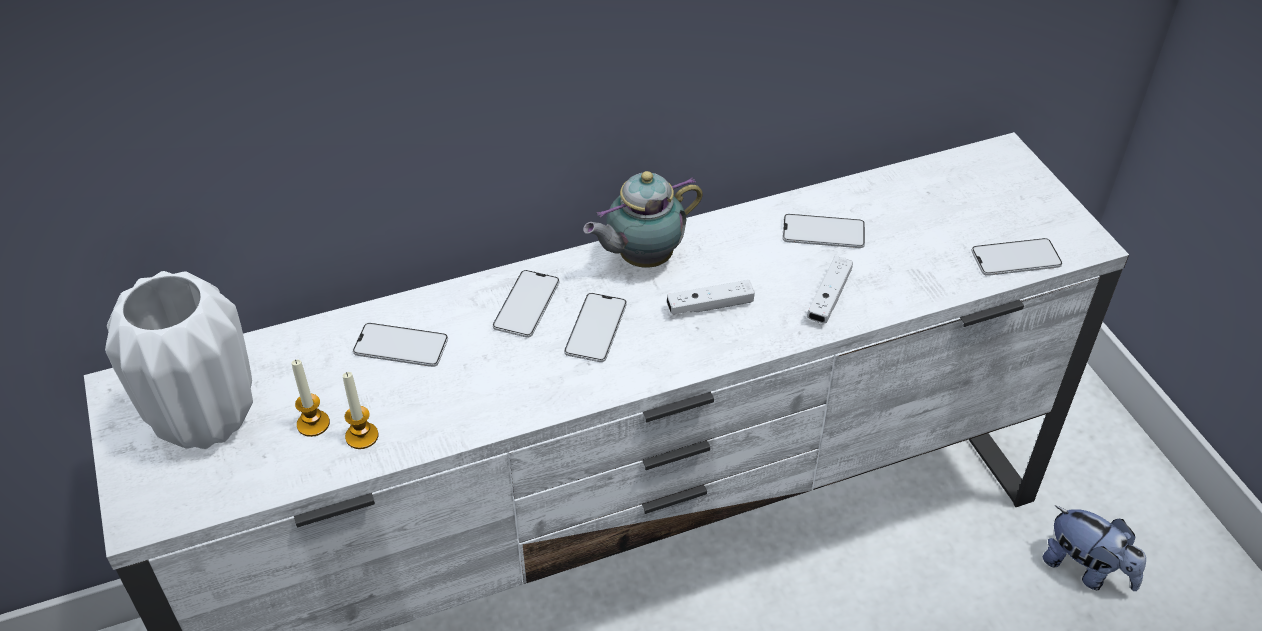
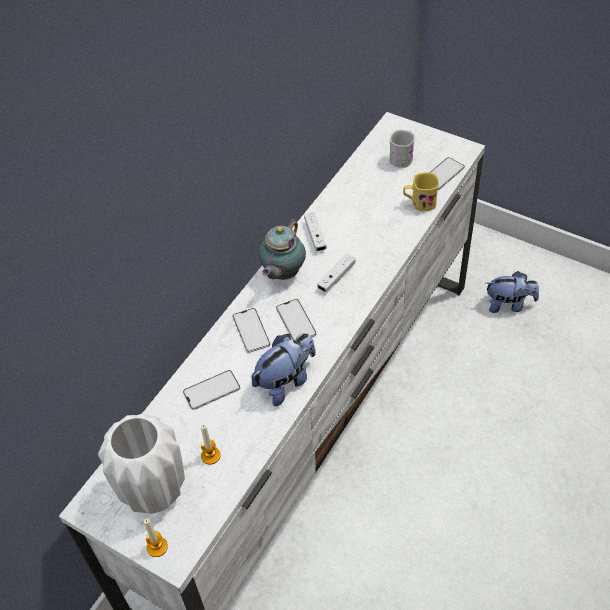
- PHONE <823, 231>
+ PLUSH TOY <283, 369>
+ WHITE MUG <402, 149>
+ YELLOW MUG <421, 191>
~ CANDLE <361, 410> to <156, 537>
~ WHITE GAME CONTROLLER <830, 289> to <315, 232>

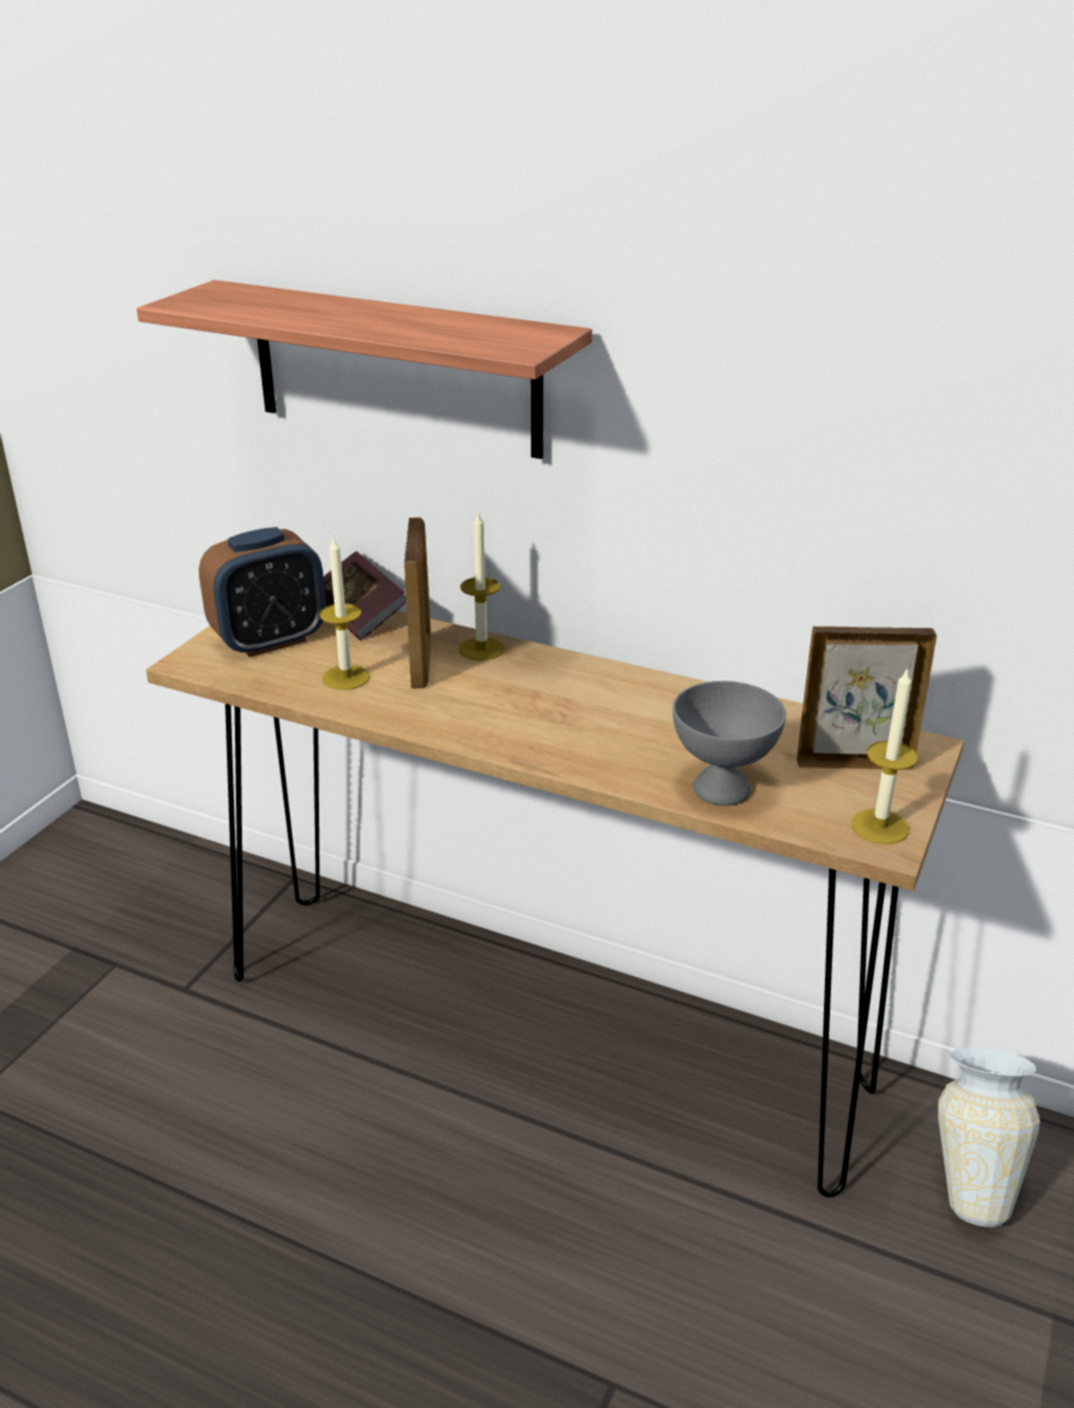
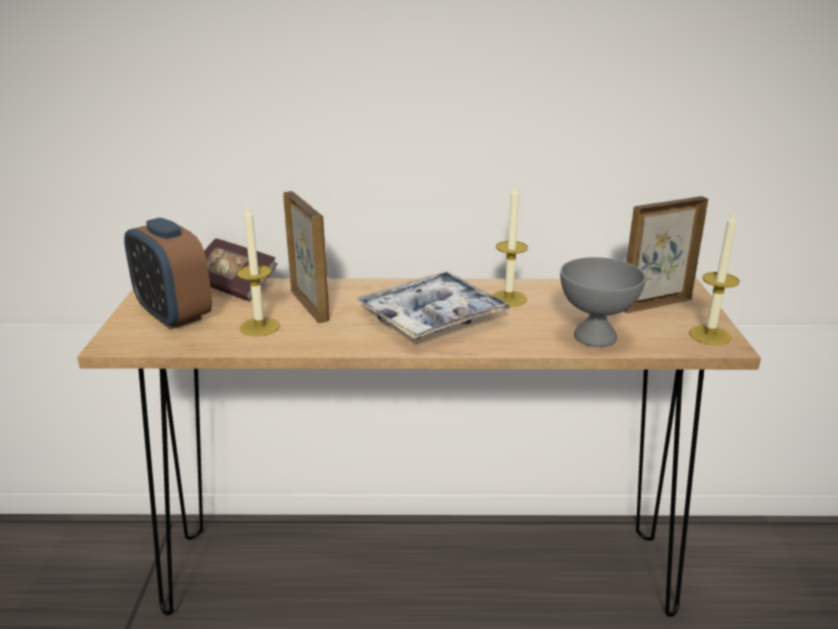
- SHELF <364, 369>
- VASE <989, 1137>
+ TRAY <434, 305>
~ CANDLE <482, 586> to <510, 245>
~ ALARM CLOCK <262, 592> = <168, 273> 105 degrees clockwise

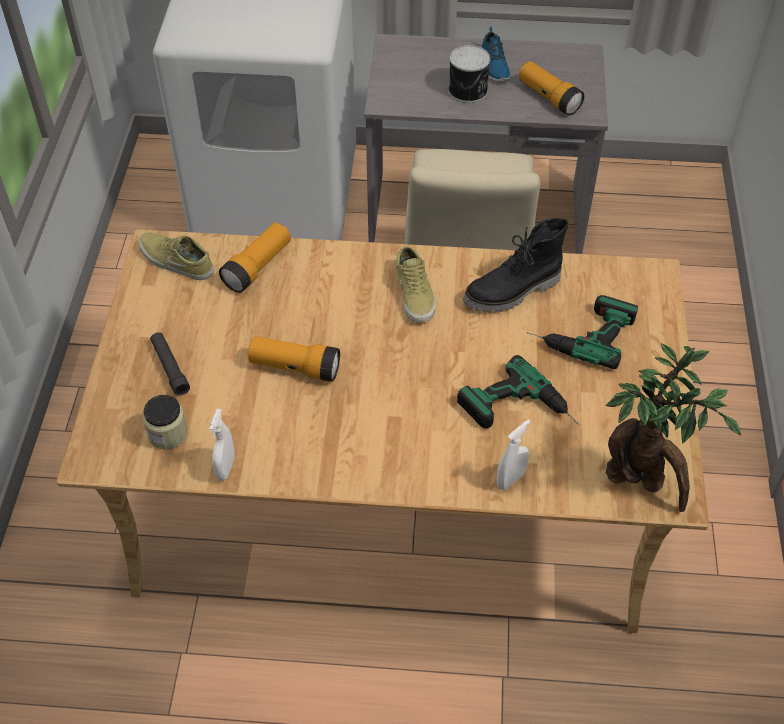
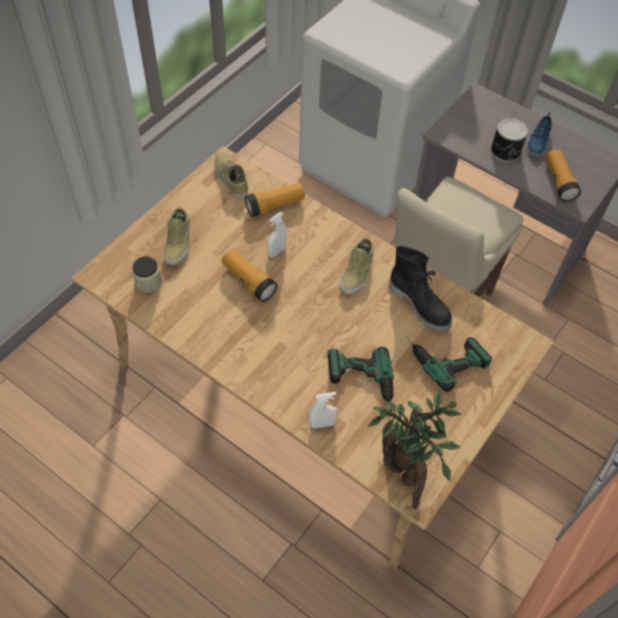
~ WHITE SPRAY BOTTLE <222, 445> to <277, 234>
~ BLACK FLASHLIGHT <170, 364> to BEIGE SHOE <176, 236>
~ BLACK BOOT <516, 265> = <420, 289> 135 degrees counterclockwise

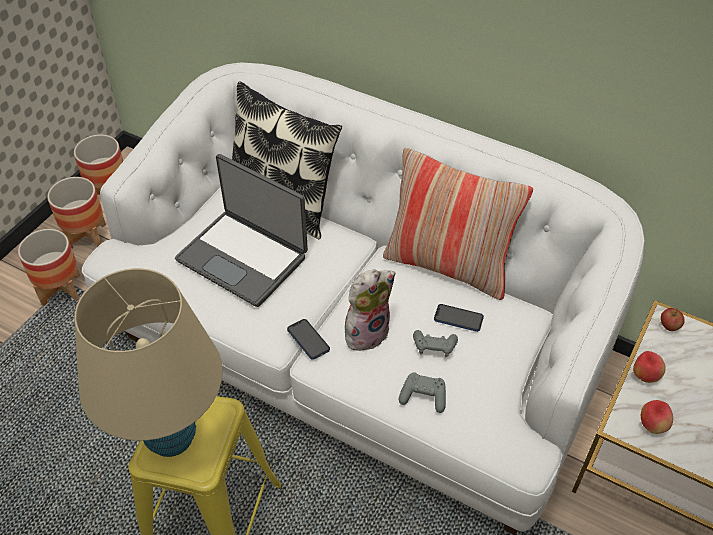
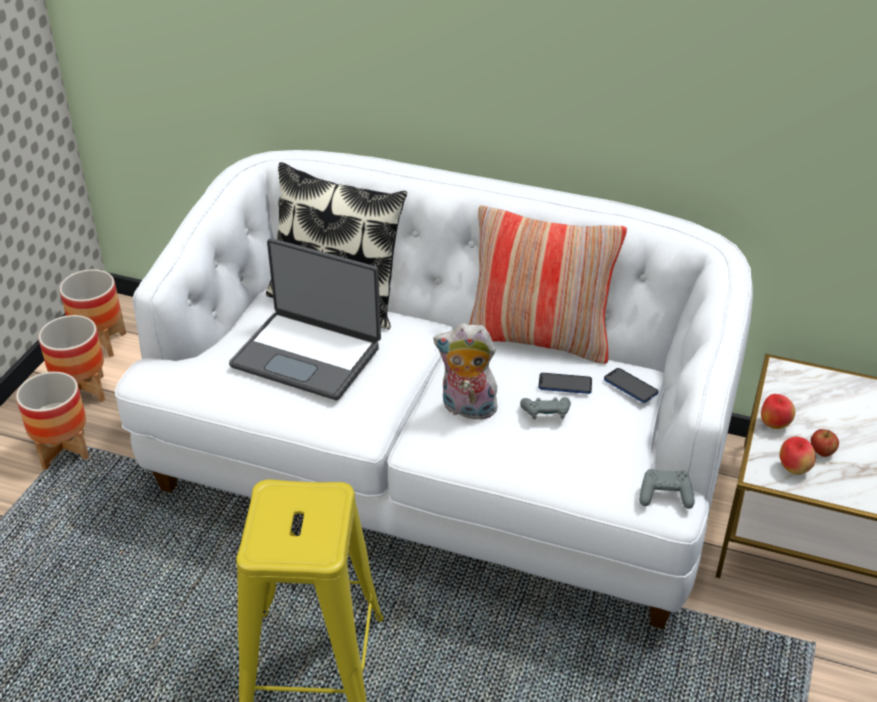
- BEIGE TABLE LAMP <148, 362>
~ PHONE <308, 339> to <631, 385>
~ GREY GAME CONTROLLER <422, 392> to <667, 489>
~ APPLE <673, 319> to <825, 443>
~ PLUSH TOY <370, 311> = <467, 373> 120 degrees counterclockwise

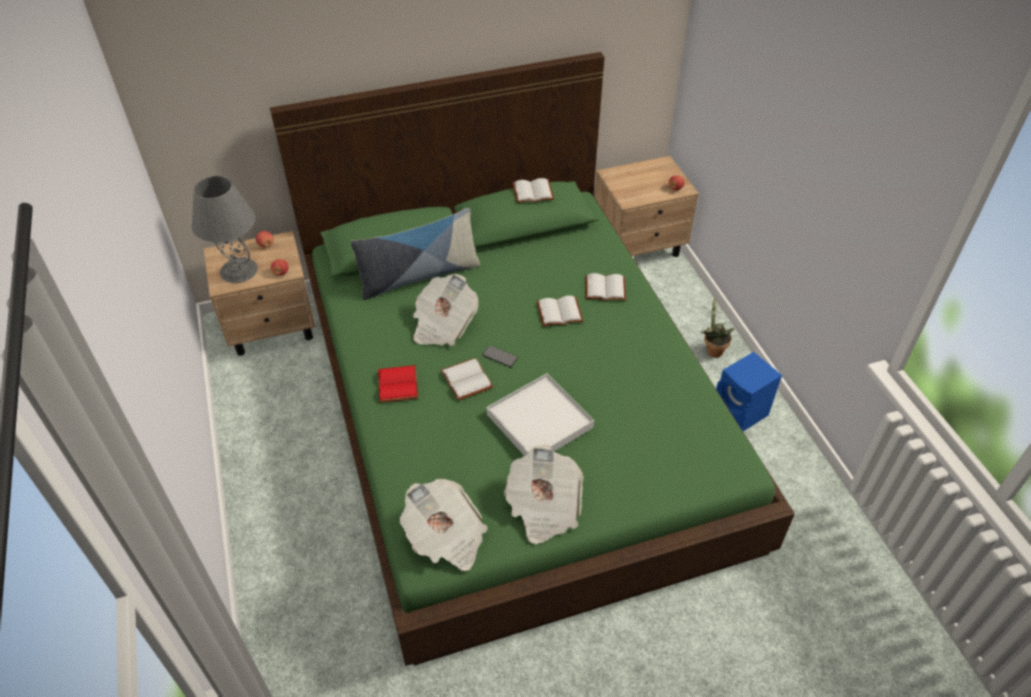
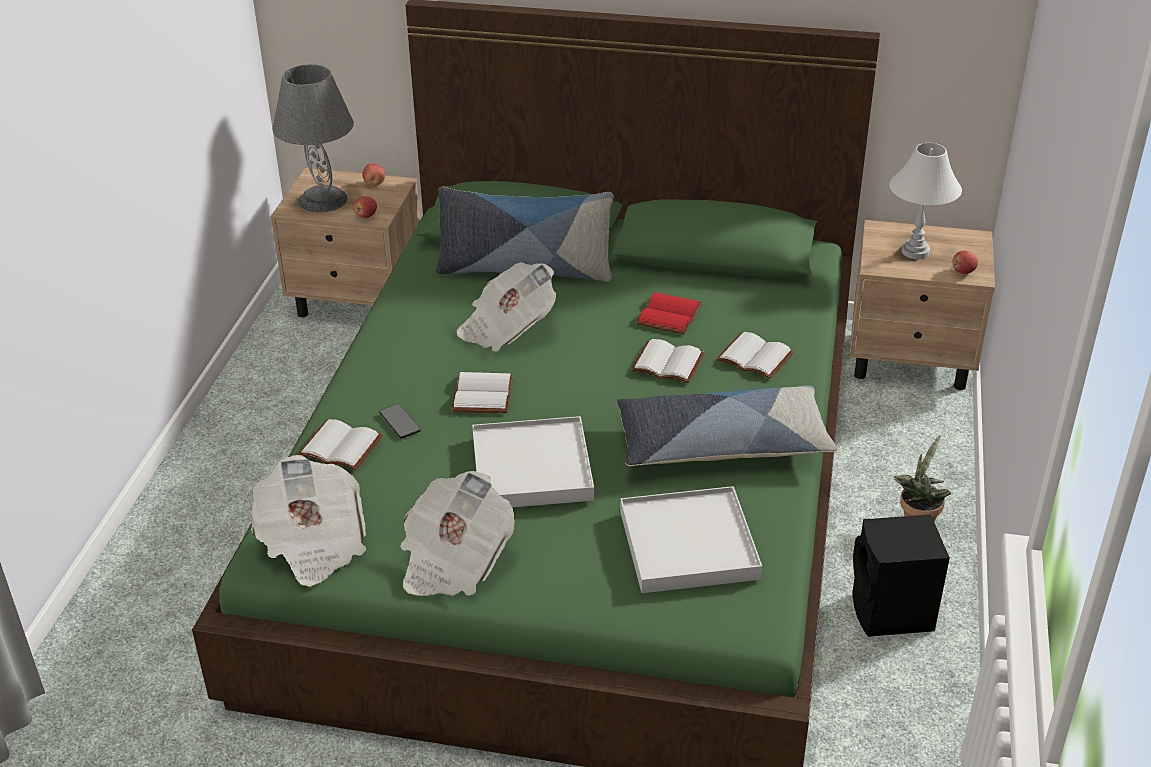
+ PILLOW <727, 425>
+ WHITE TRAY <691, 539>
+ WHITE TABLE LAMP <925, 201>
~ RED BOOK <398, 384> to <669, 313>
~ PHONE <500, 356> to <400, 421>
~ WHITE BOOK <533, 190> to <340, 444>
~ BLUE SPEAKER <749, 391> to BLACK SPEAKER <901, 575>

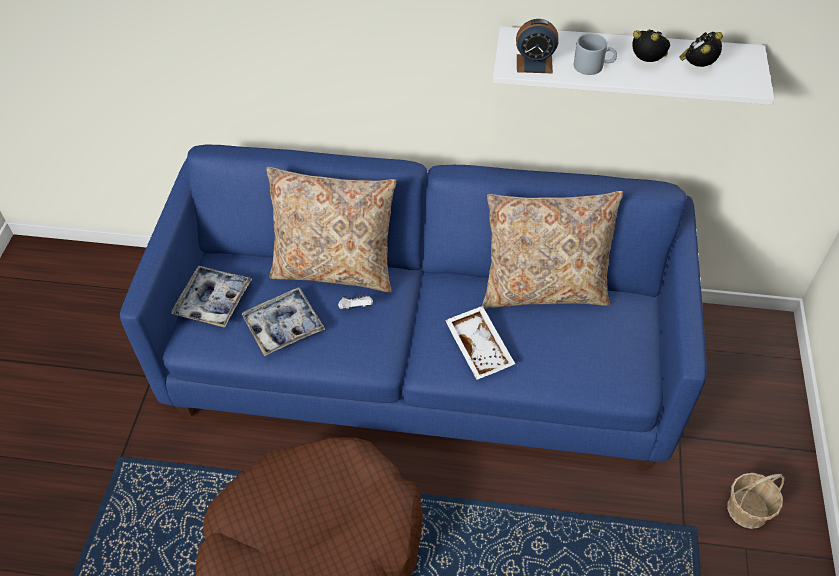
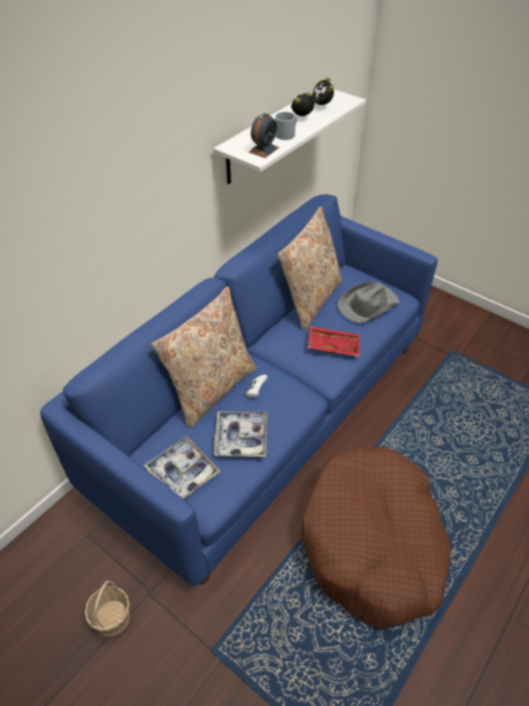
+ GREY HAT <368, 302>
~ BASKET <755, 501> to <107, 608>
~ WHITE TRAY <480, 343> to RED TRAY <334, 341>

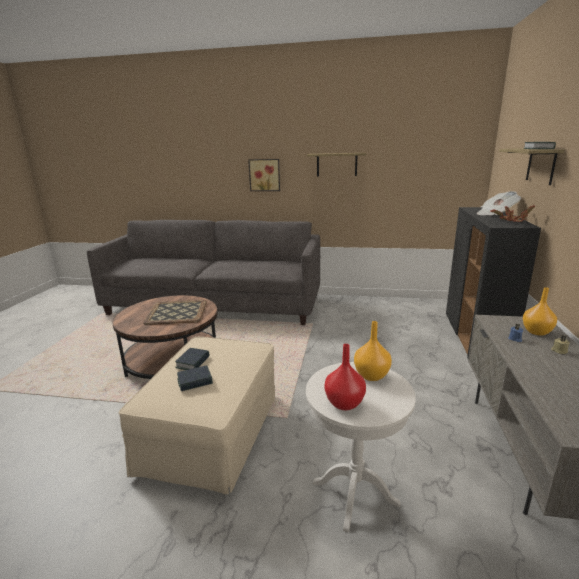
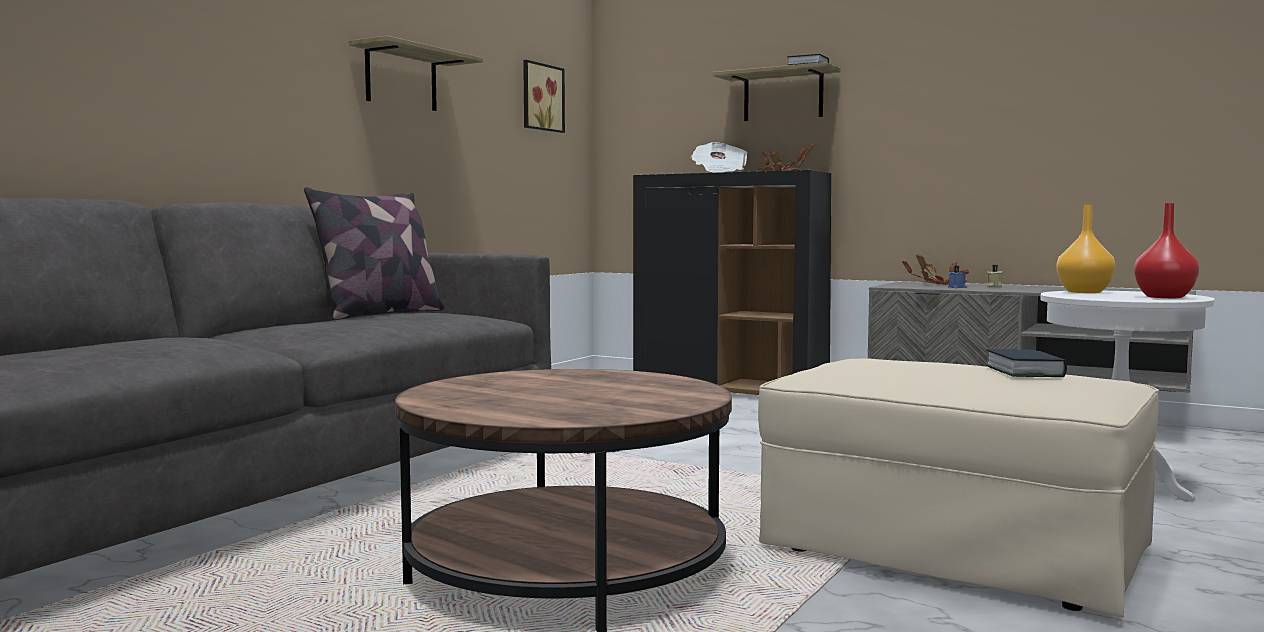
- TRAY <175, 312>
- BOOK <192, 359>
+ PILLOW <374, 253>
~ PICTURE <264, 175> to <544, 96>
~ ORANGE VASE <540, 311> to POTTED PLANT <936, 270>

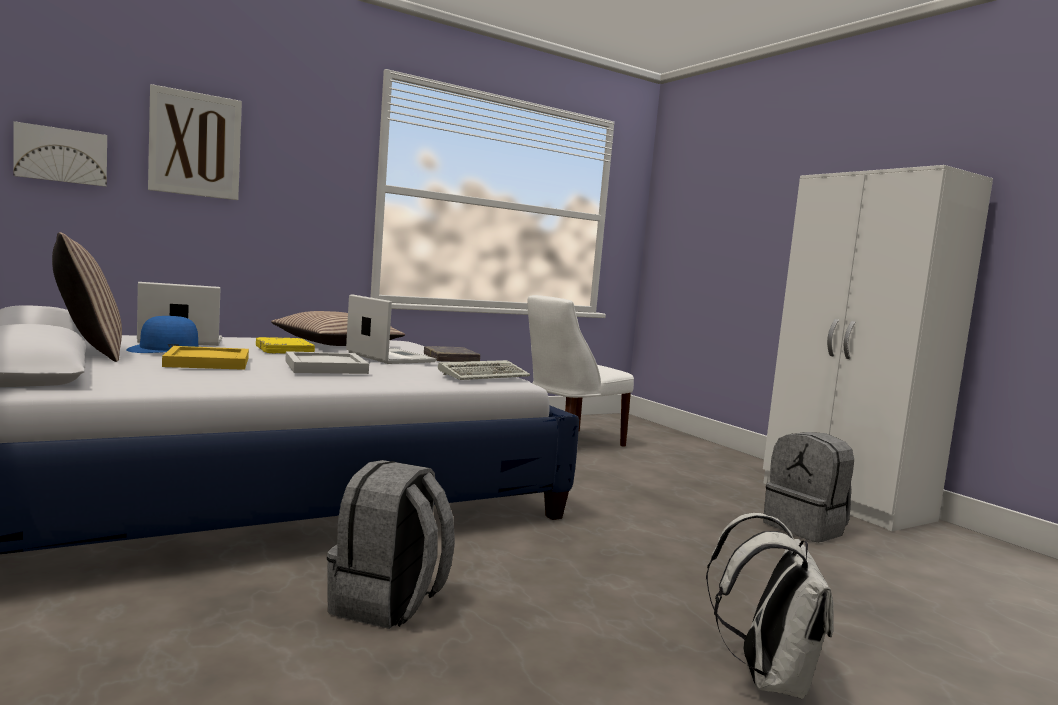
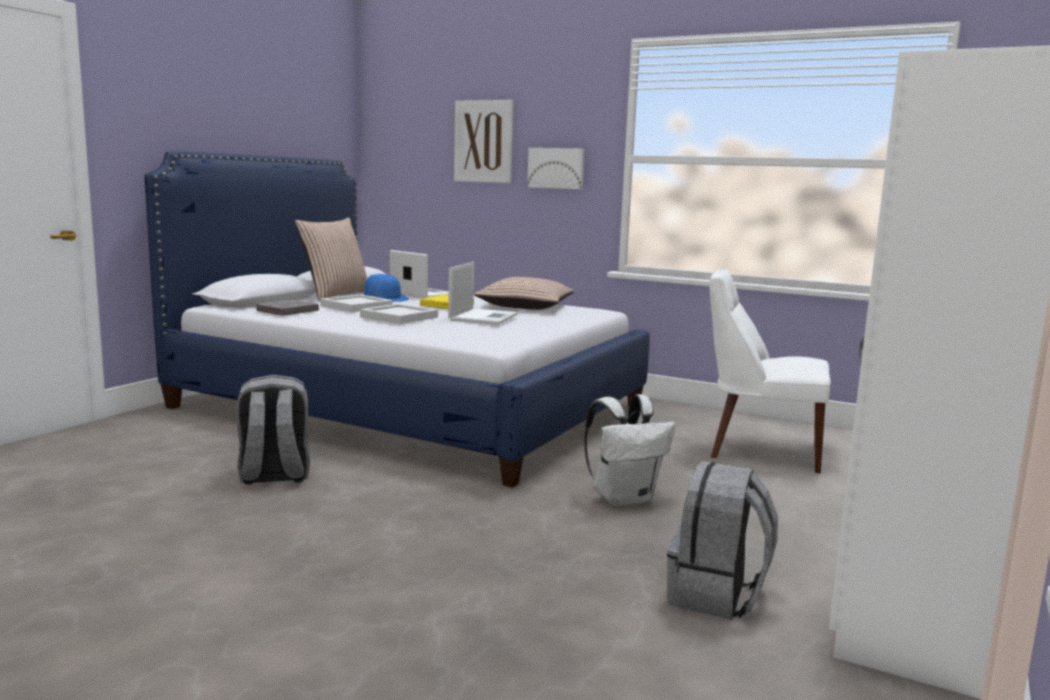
- KEYBOARD <484, 370>
~ PICTURE <60, 154> to <556, 168>
~ GREY BOOK <452, 354> to <287, 307>
~ WHITE BACKPACK <770, 606> to <629, 450>
~ YELLOW TRAY <205, 358> to WHITE TRAY <356, 303>

